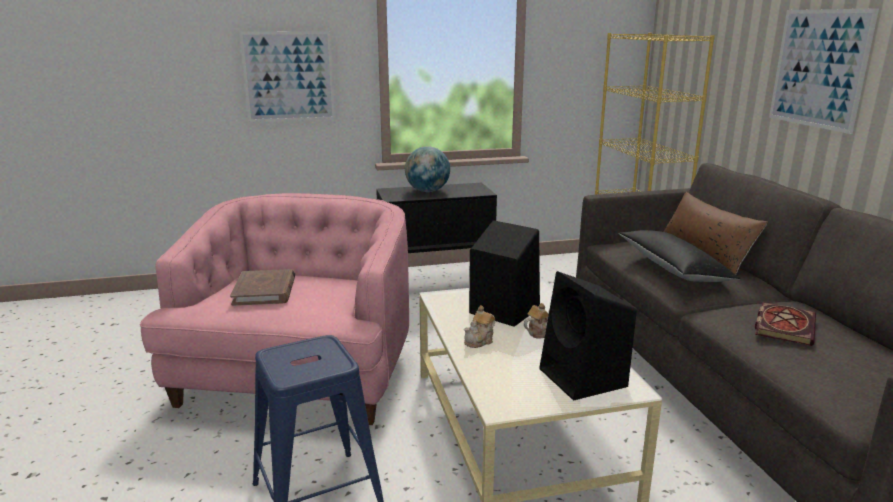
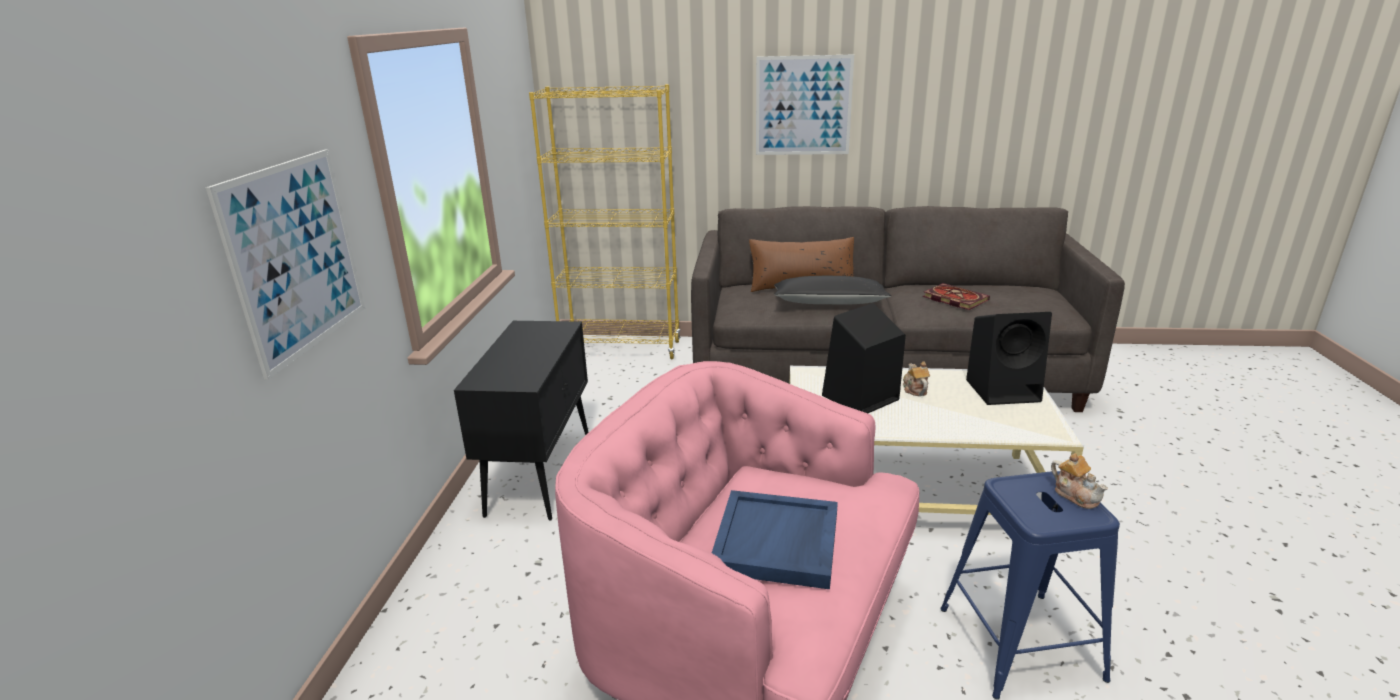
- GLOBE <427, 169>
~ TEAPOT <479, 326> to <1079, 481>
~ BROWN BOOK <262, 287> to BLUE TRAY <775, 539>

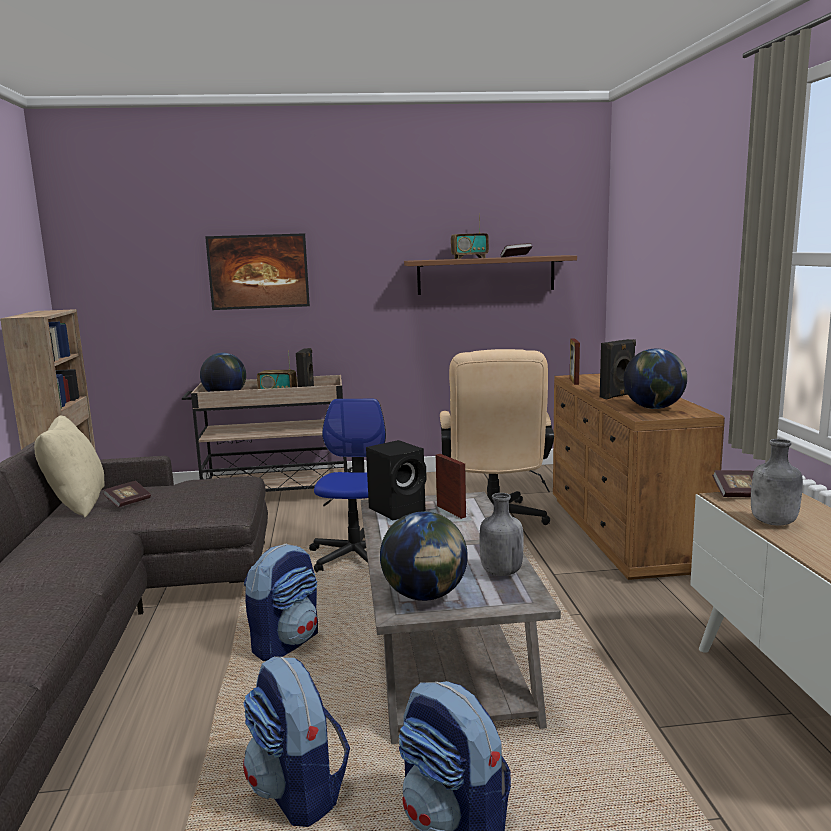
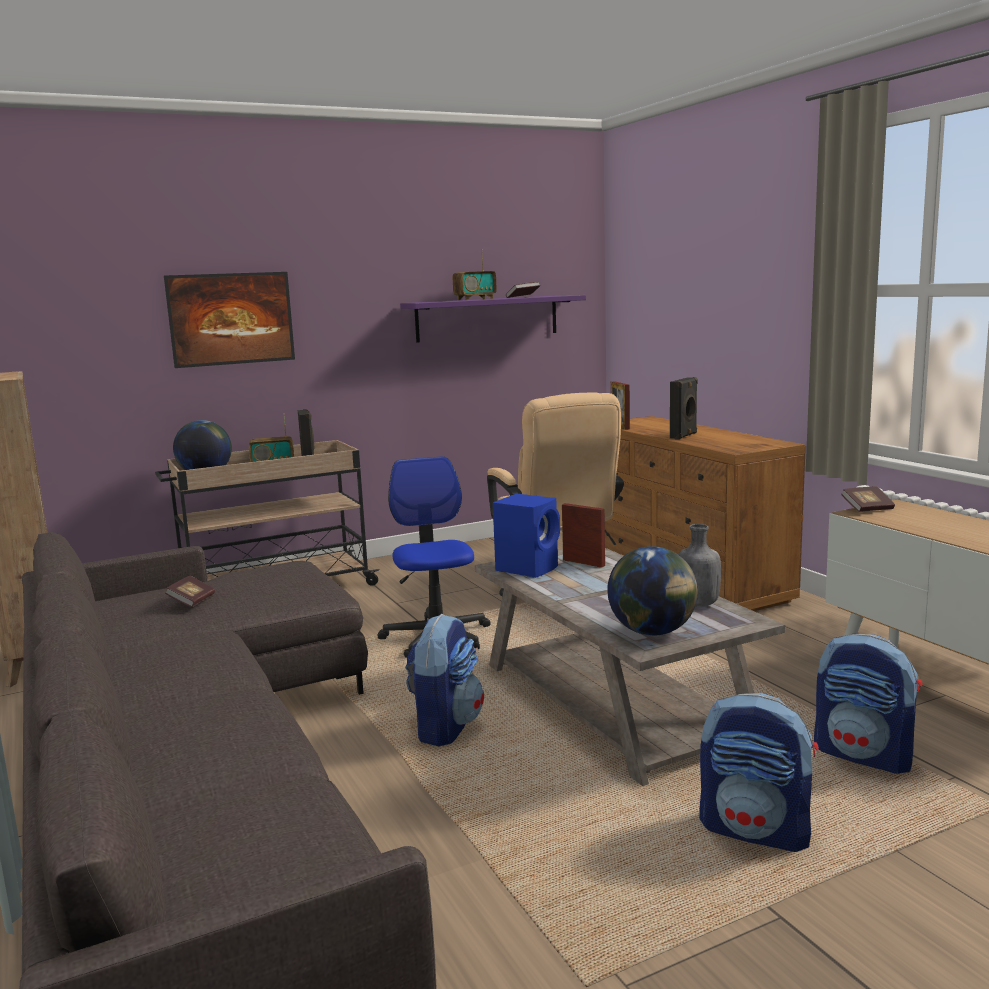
- BEIGE PILLOW <69, 467>
- GLOBE <655, 379>
- GREY BOTTLE <777, 482>
~ BACKPACK <296, 741> to <868, 704>
~ BLACK SPEAKER <396, 480> to BLUE SPEAKER <526, 536>
~ BROWN SHELF <490, 275> to PURPLE SHELF <493, 318>

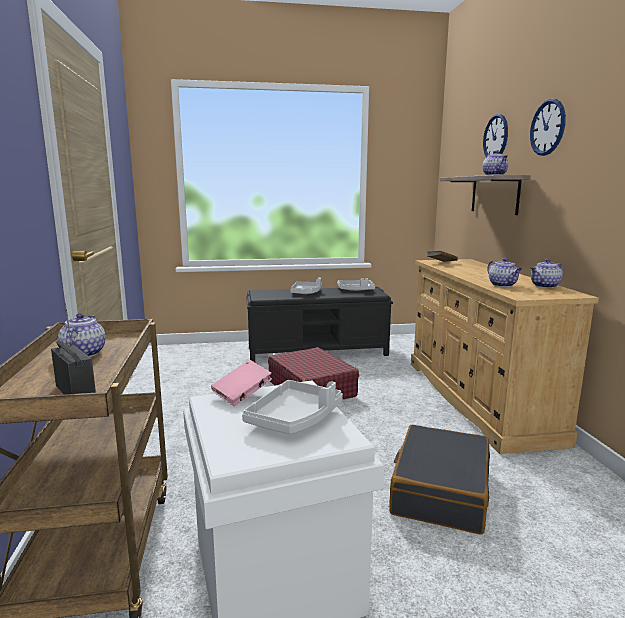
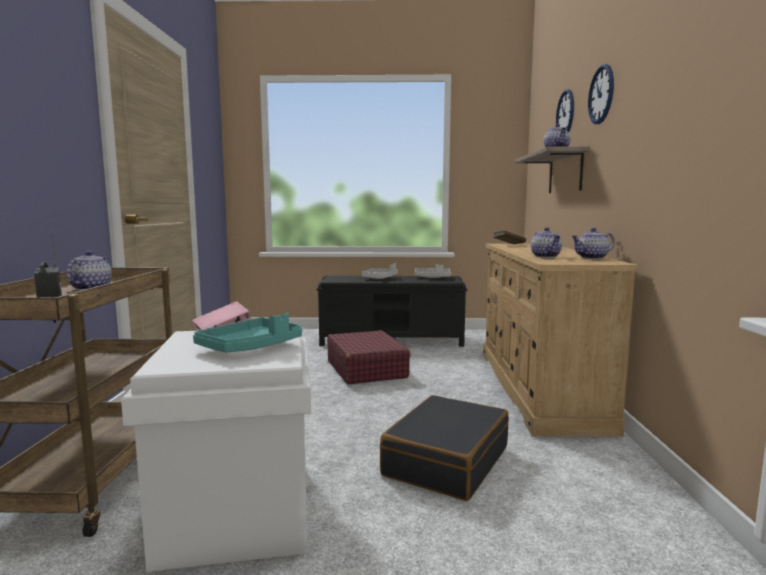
~ GREY TRAY <292, 407> to TURQUOISE TRAY <247, 332>

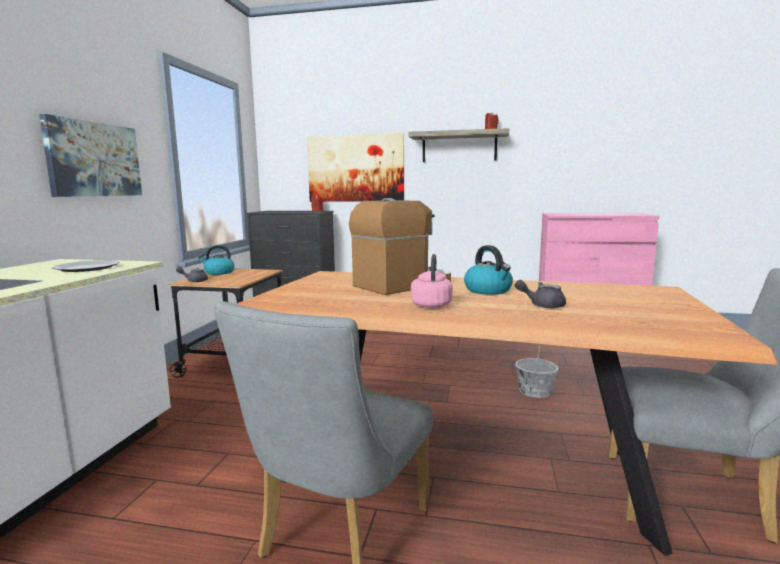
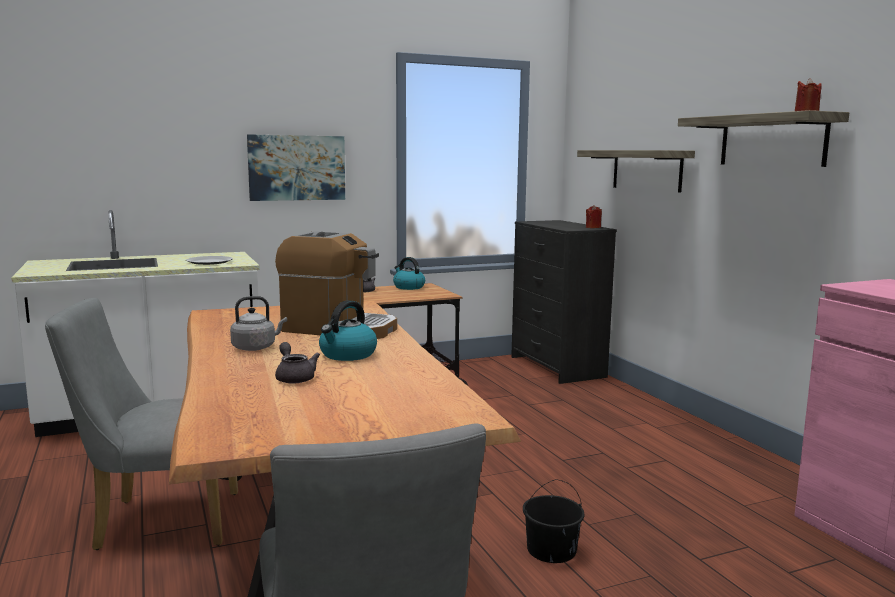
~ PICTURE <355, 167> to SHELF <636, 171>
~ PINK KETTLE <432, 281> to GREY KETTLE <258, 323>
~ WHITE BUCKET <536, 372> to BLACK BUCKET <553, 521>

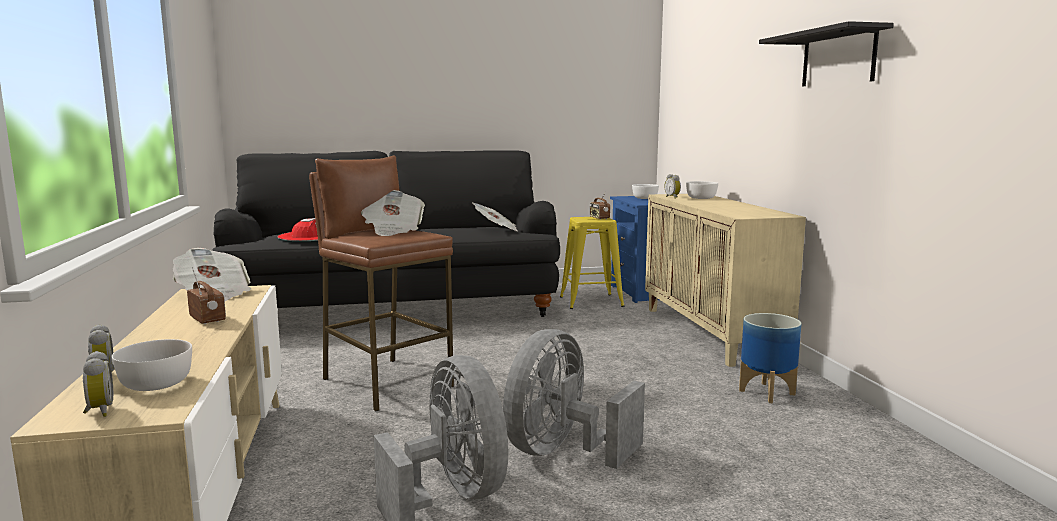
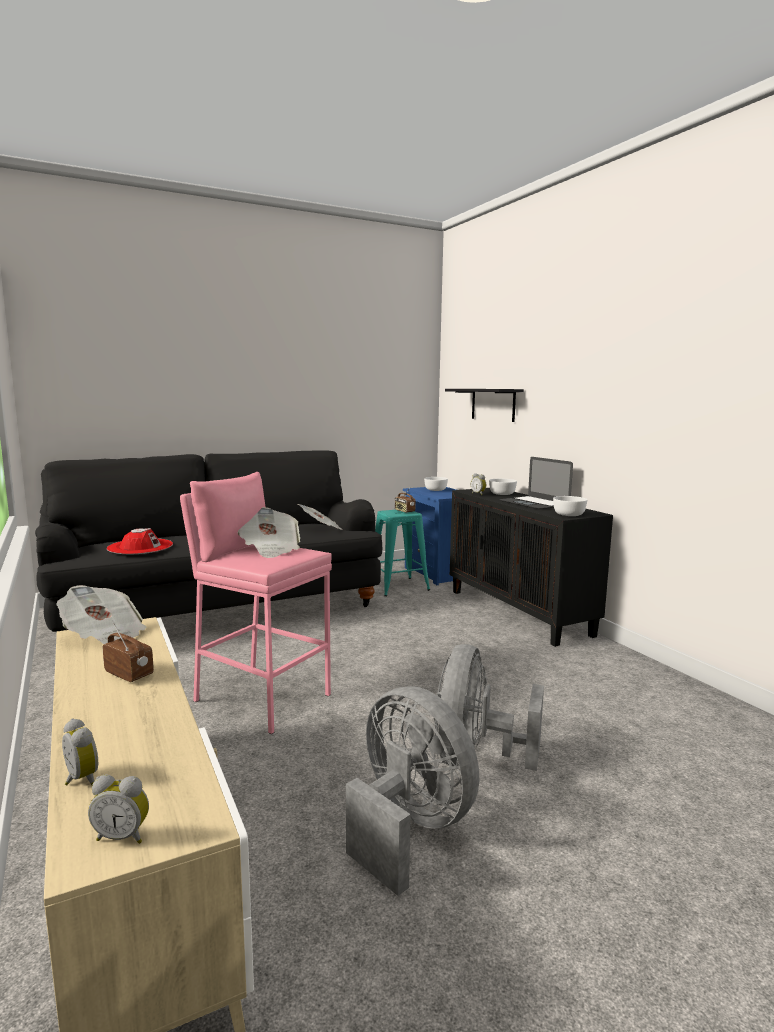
- PLANTER <770, 358>
+ LAPTOP <536, 483>
~ WHITE BOWL <152, 365> to <570, 506>
~ BLACK SHELF <826, 53> to <484, 405>
~ BROWN STOOL <381, 283> to PINK STOOL <256, 603>
~ YELLOW STOOL <592, 263> to TURQUOISE STOOL <402, 553>
~ BEIGE CABINET <725, 280> to BLACK CABINET <531, 567>
~ ALARM CLOCK <98, 384> = <118, 809> 135 degrees clockwise

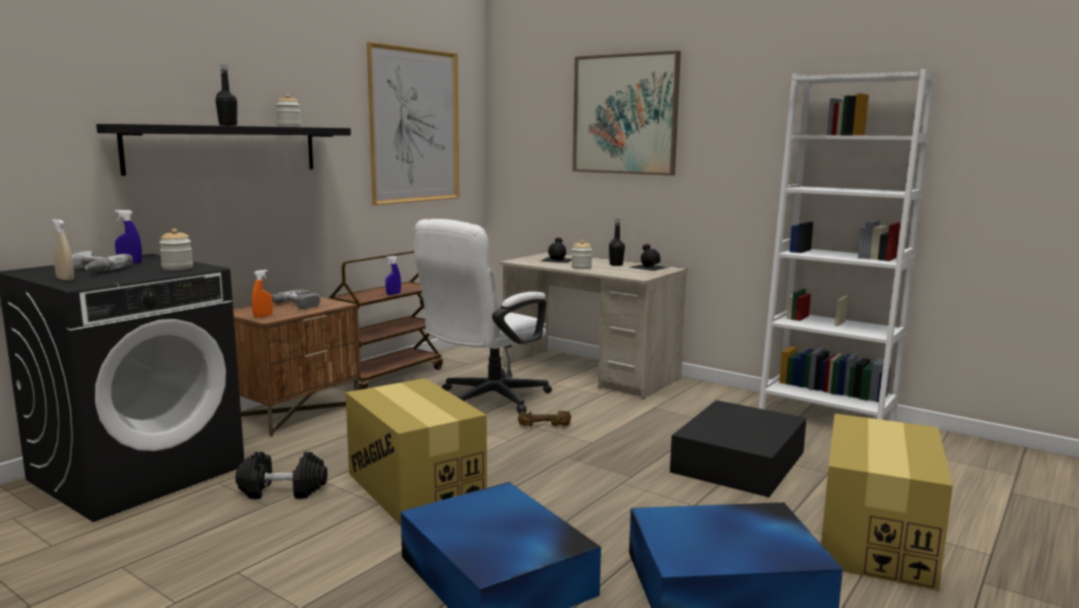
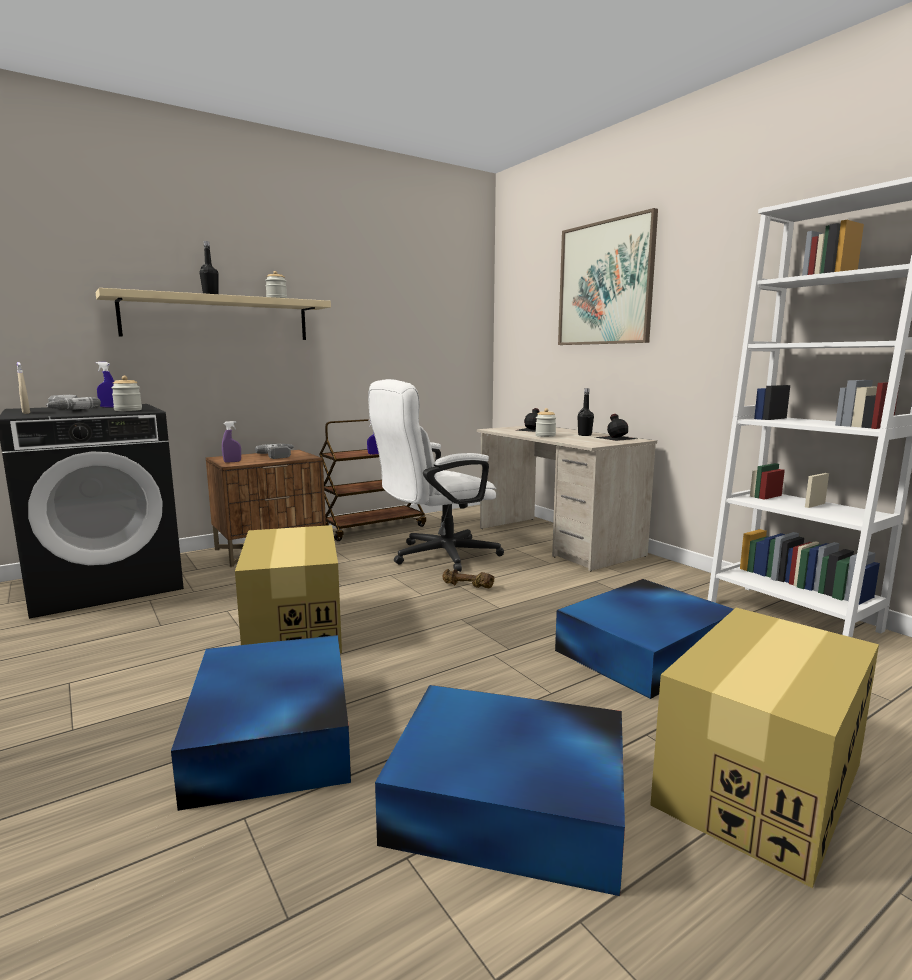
- BLACK DUMBBELL <281, 475>
- PICTURE <413, 123>
~ BLACK SHELF <223, 150> to BEIGE SHELF <213, 314>
~ ORANGE SPRAY BOTTLE <262, 293> to PURPLE SPRAY BOTTLE <231, 442>
~ BLACK STORAGE BOX <738, 448> to BLUE STORAGE BOX <644, 639>

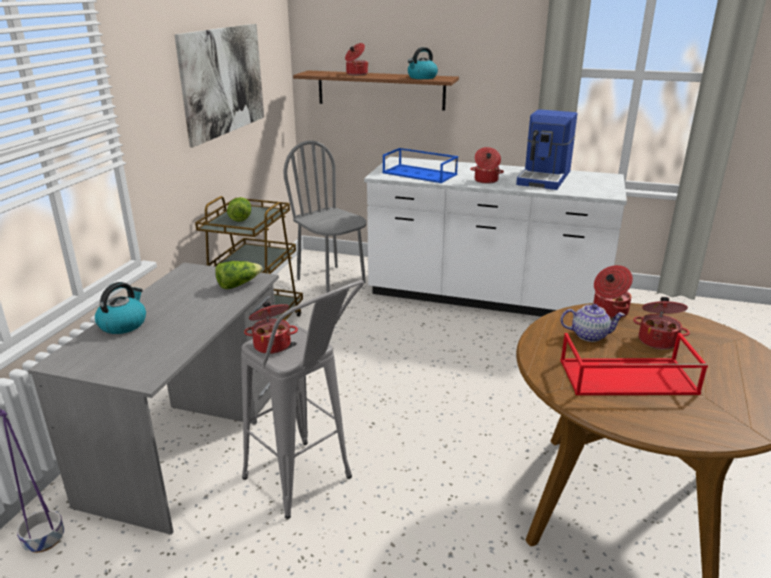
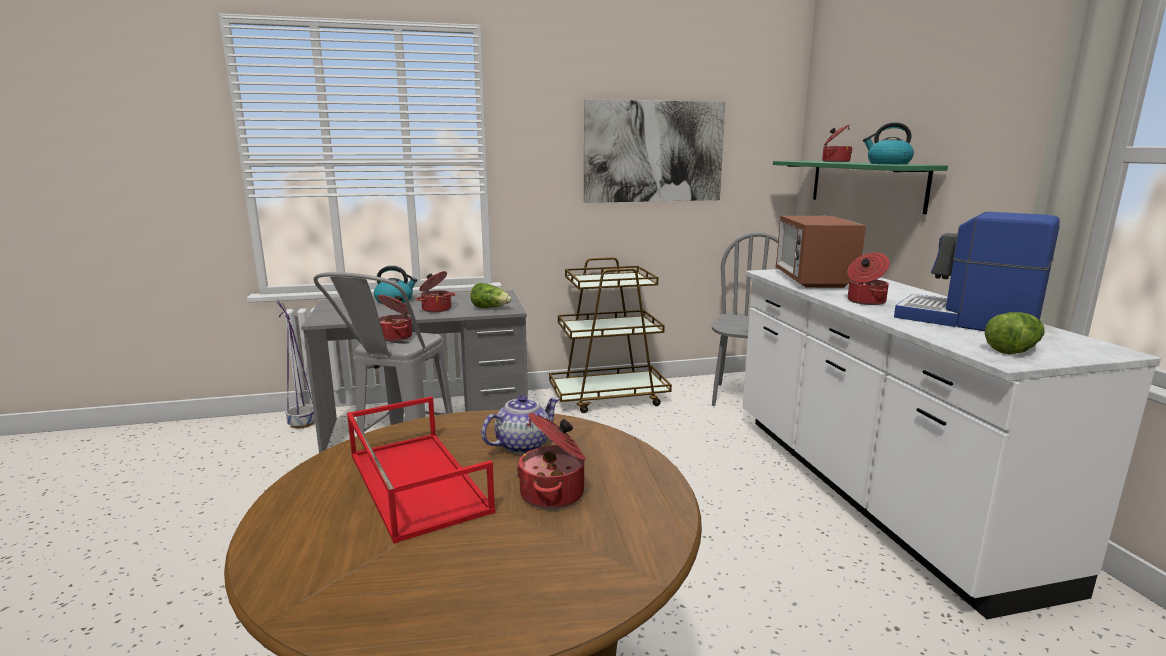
~ LETTUCE <239, 209> to <1015, 333>
~ COOKING POT <613, 291> to <436, 292>
~ BLUE TRAY <420, 165> to MICROWAVE <821, 252>
~ BROWN SHELF <376, 90> to GREEN SHELF <860, 187>
~ COFFEE MACHINE <547, 149> = <977, 271> 45 degrees clockwise
~ TEAPOT <593, 323> = <520, 424> 105 degrees counterclockwise

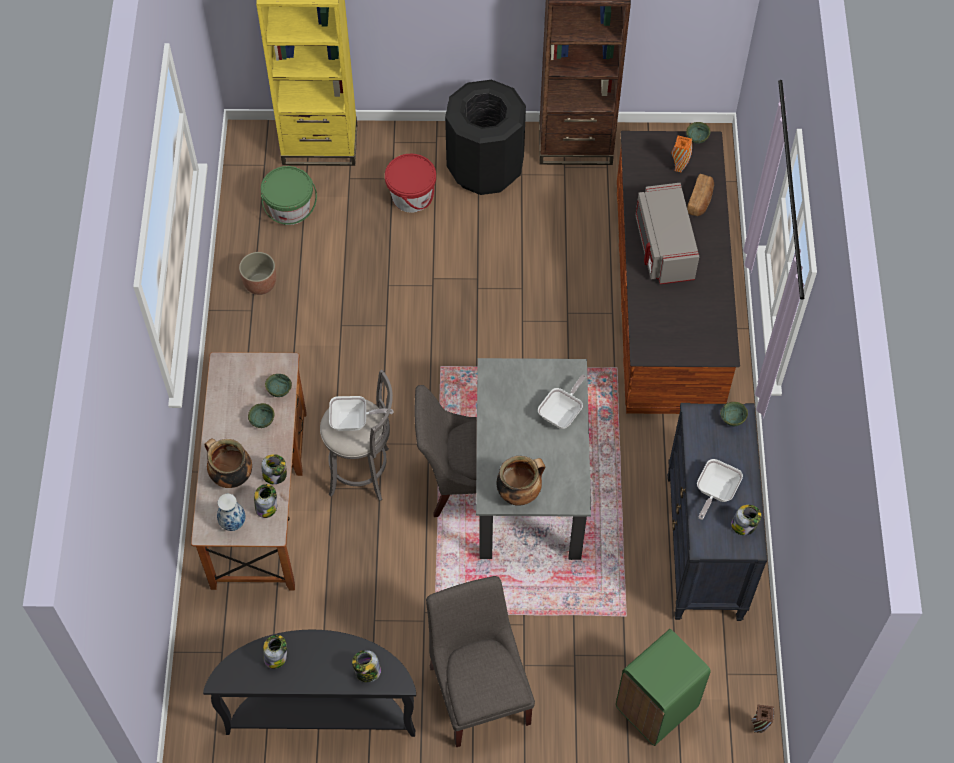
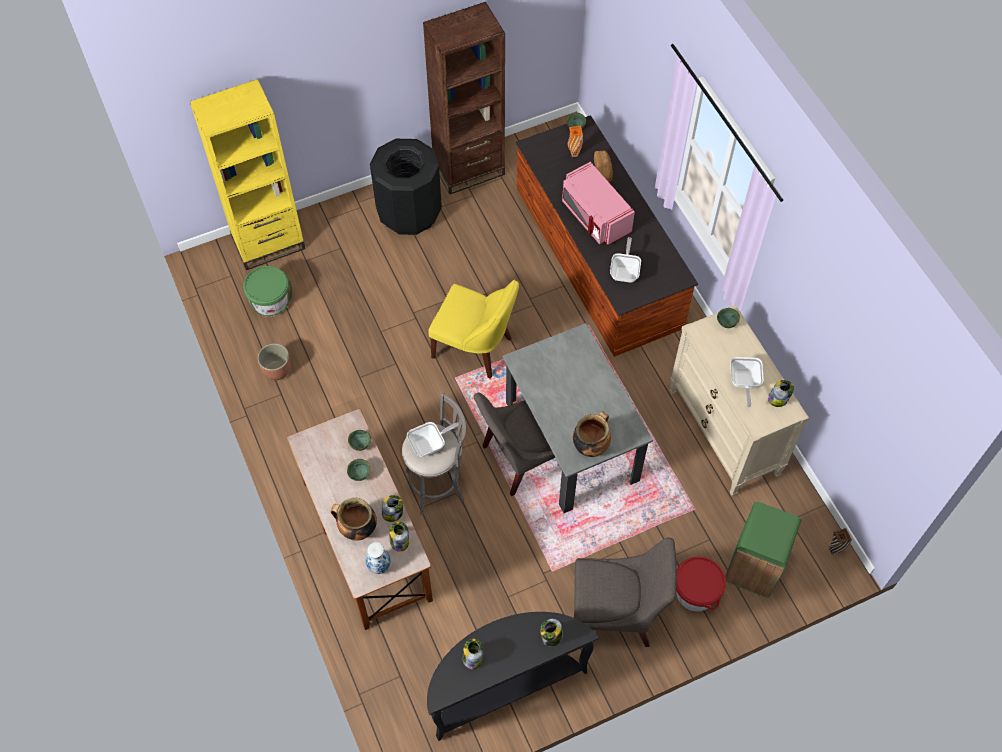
+ YELLOW CHAIR <474, 329>
~ RED BUCKET <410, 183> to <701, 584>
~ FRYING PAN <562, 402> to <625, 260>
~ GREY MICROWAVE <667, 233> to PINK MICROWAVE <598, 203>
~ BLACK DRESSER <717, 512> to BEIGE DRESSER <739, 400>
~ GREY CHAIR <480, 661> = <625, 592> 135 degrees clockwise

